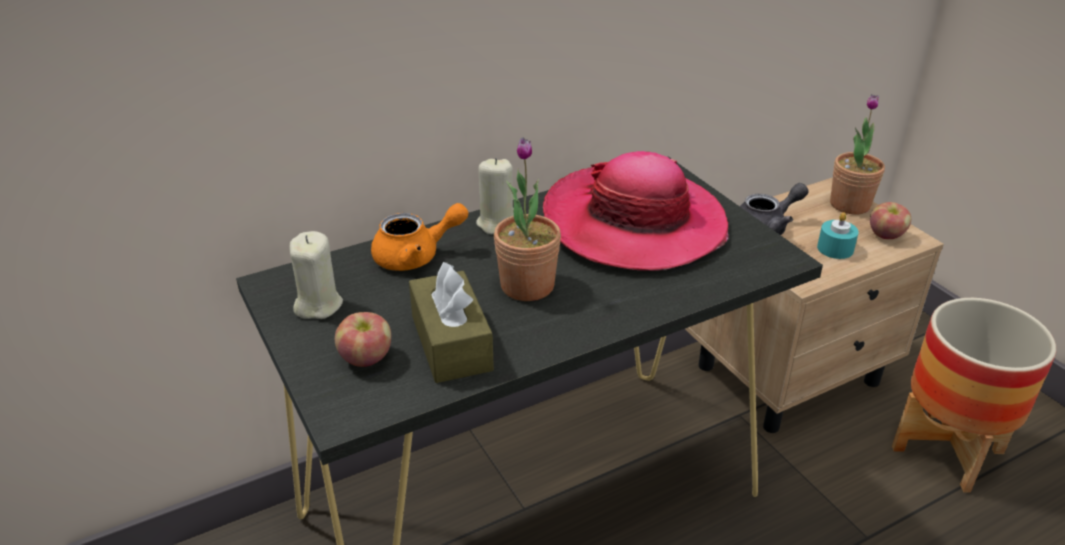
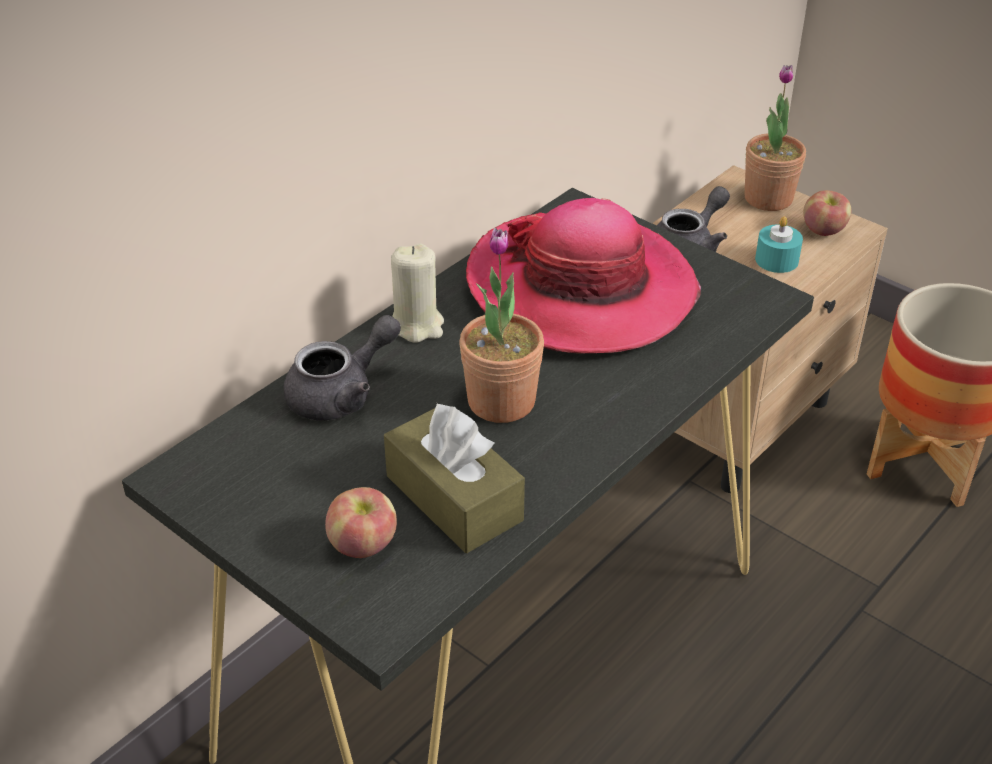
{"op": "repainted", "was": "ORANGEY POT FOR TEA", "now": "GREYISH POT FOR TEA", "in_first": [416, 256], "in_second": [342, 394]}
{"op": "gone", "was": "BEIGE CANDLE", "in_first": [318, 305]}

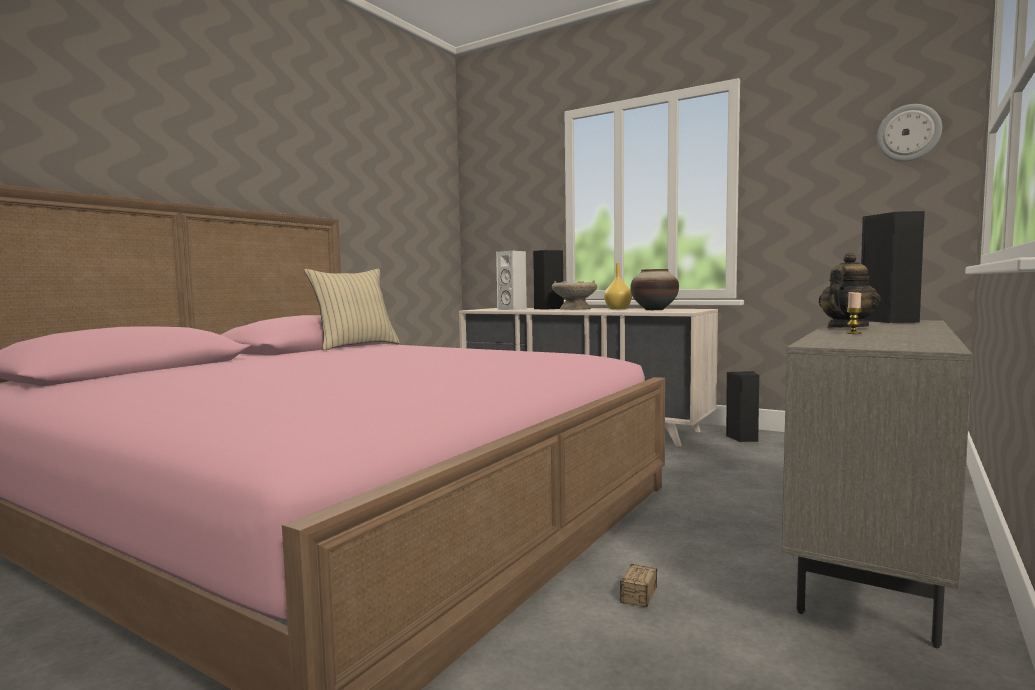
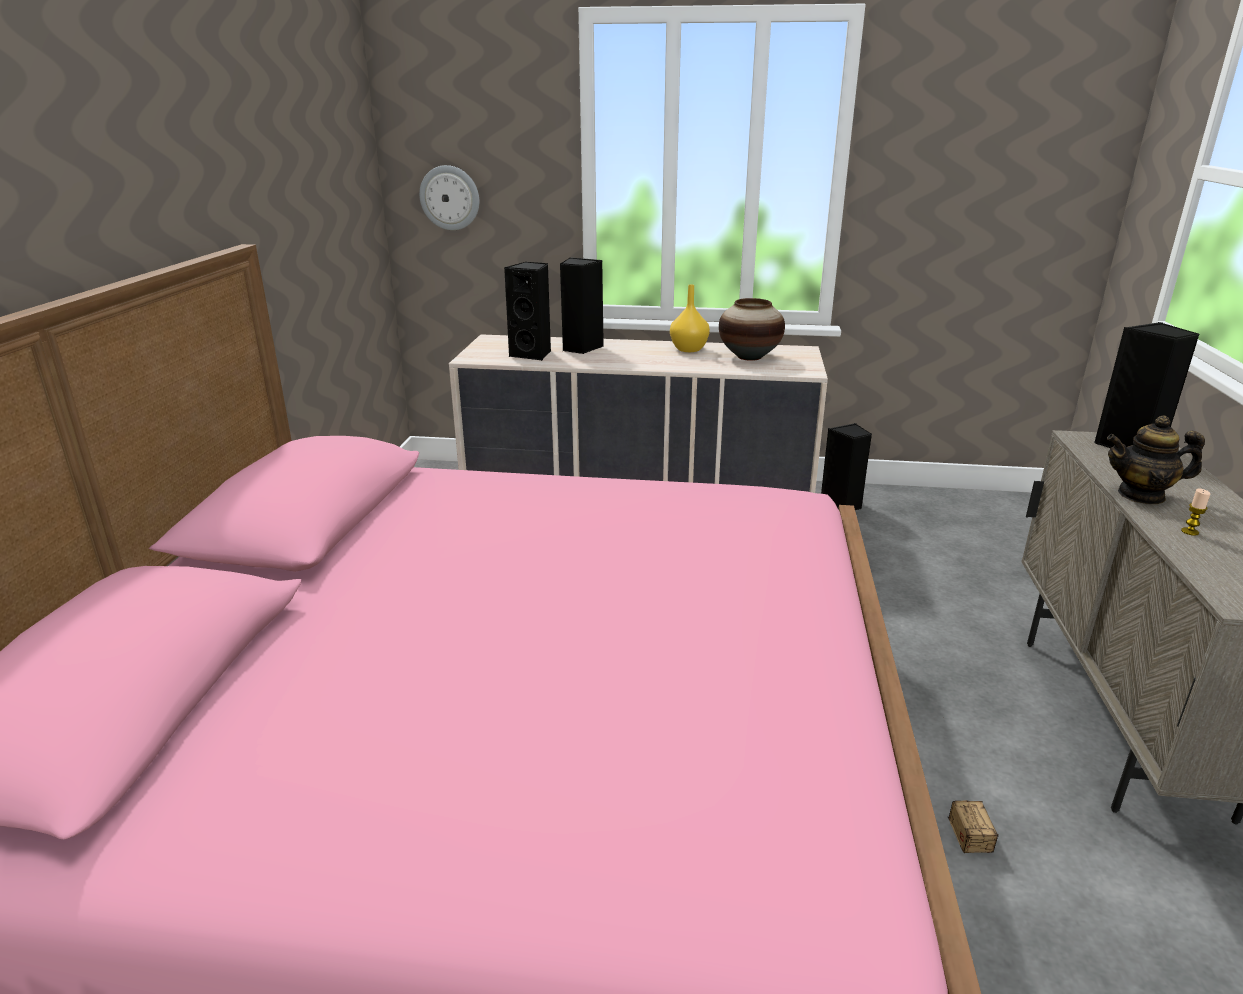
{"op": "shifted", "was": "WALL CLOCK", "in_first": [908, 133], "in_second": [450, 198]}
{"op": "repainted", "was": "WHITISH LOUDSPEAKER", "now": "BLACK-COLOURED LOUDSPEAKER", "in_first": [513, 309], "in_second": [533, 354]}
{"op": "rotated", "was": "POT FOR TEA", "in_first": [846, 328], "in_second": [1141, 495], "clockwise": -105}
{"op": "gone", "was": "BEIGE CUSHION", "in_first": [355, 346]}
{"op": "gone", "was": "BEIGE DEEP DISH", "in_first": [574, 309]}

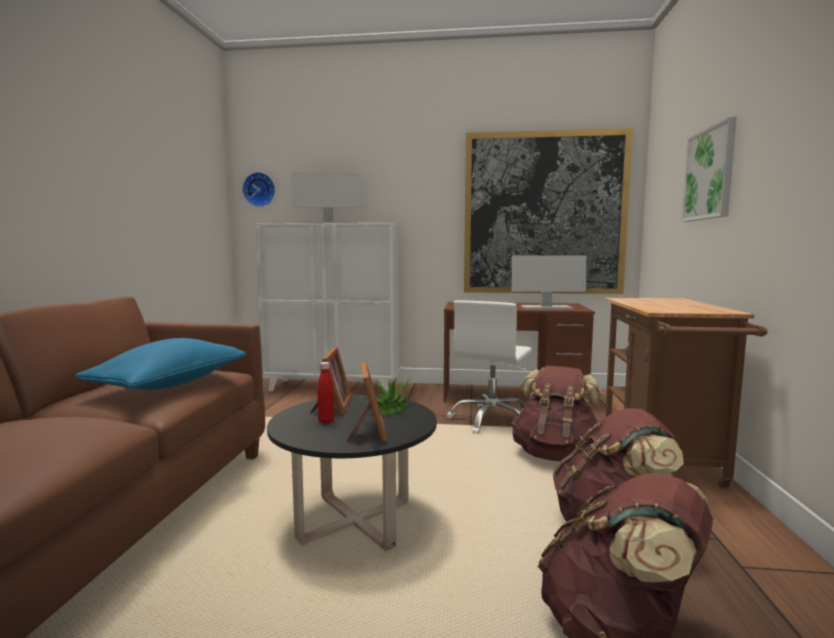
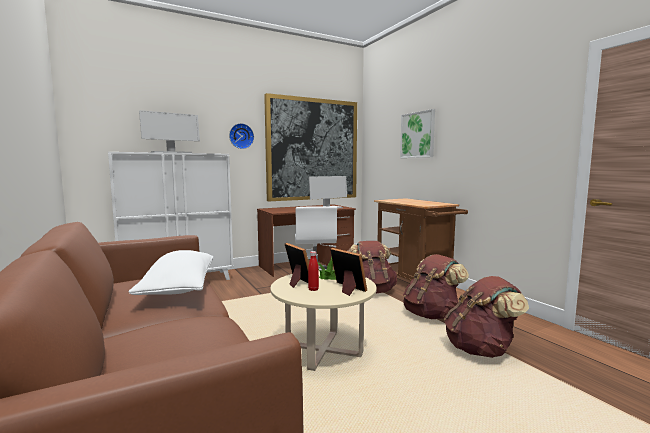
{"op": "repainted", "was": "BLUISH CUSHION", "now": "WHITISH CUSHION", "in_first": [170, 384], "in_second": [178, 288]}
{"op": "shifted", "was": "WALL CLOCK", "in_first": [260, 190], "in_second": [241, 136]}
{"op": "repainted", "was": "BLACK-COLOURED LOUNGE TABLE", "now": "BEIGE LOUNGE TABLE", "in_first": [355, 522], "in_second": [323, 350]}

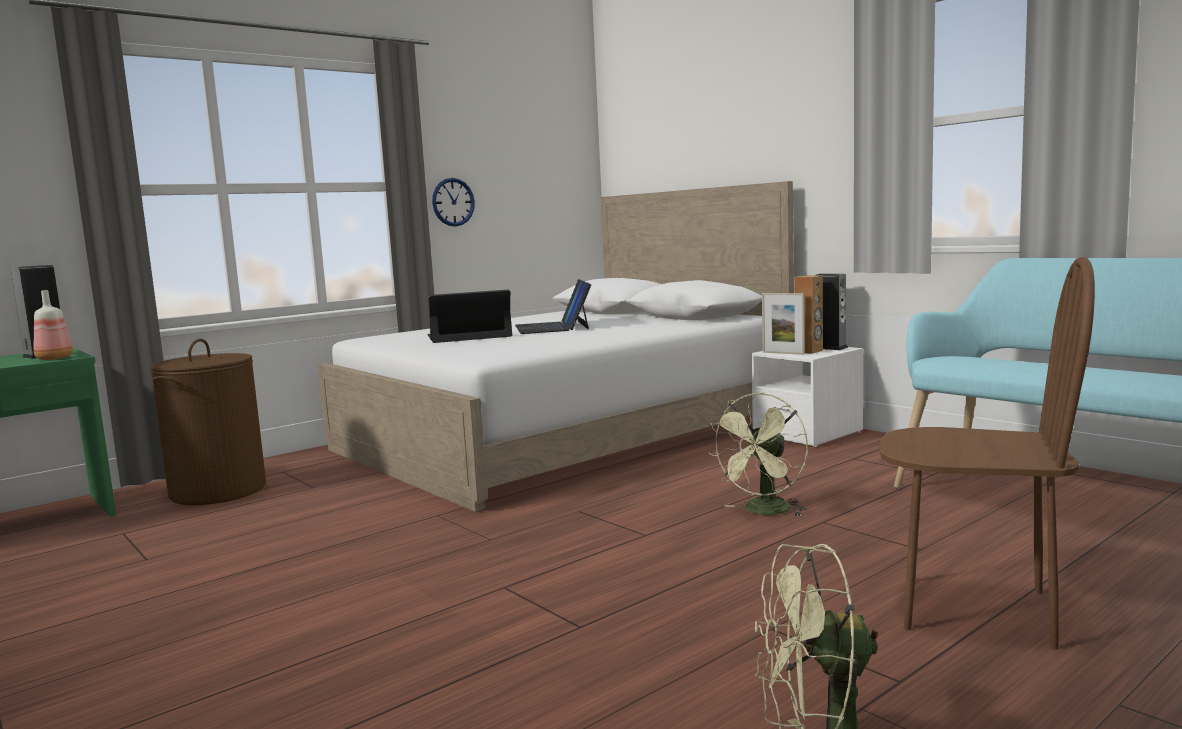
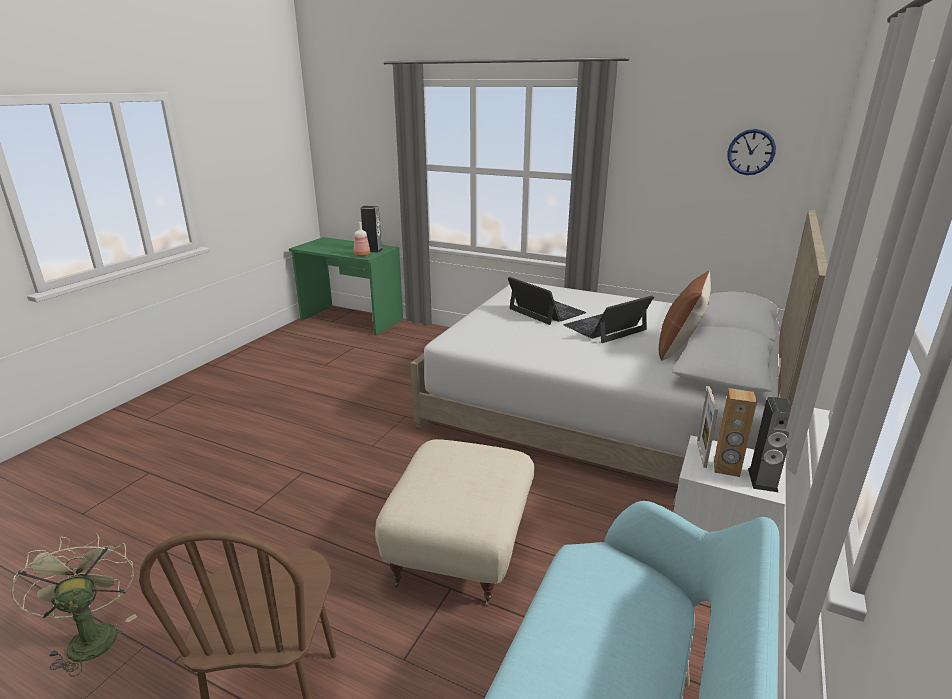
{"op": "swapped", "was": "GREEN-COLOURED FAN", "now": "BEIGE OTTOMAN", "in_first": [764, 512], "in_second": [462, 550]}
{"op": "new", "now": "BROWNISH CUSHION", "in_second": [679, 348]}
{"op": "shifted", "was": "WALL CLOCK", "in_first": [453, 202], "in_second": [751, 152]}
{"op": "gone", "was": "BROWNISH LAUNDRY BASKET", "in_first": [218, 491]}

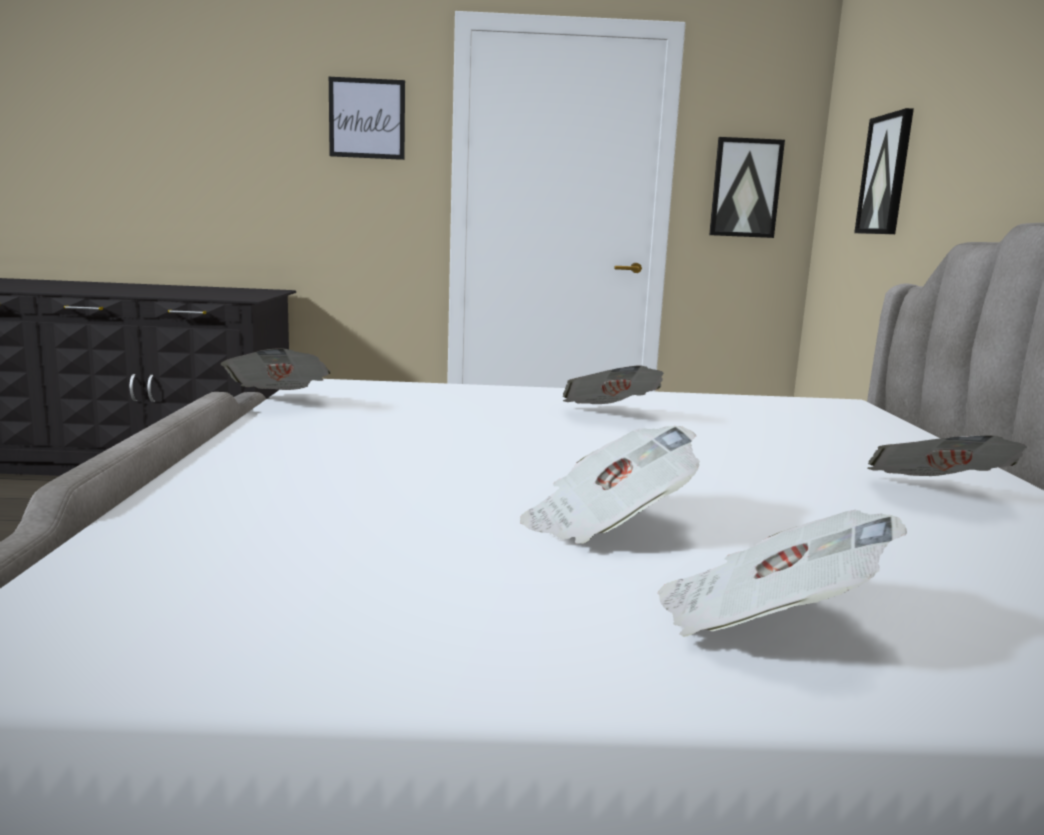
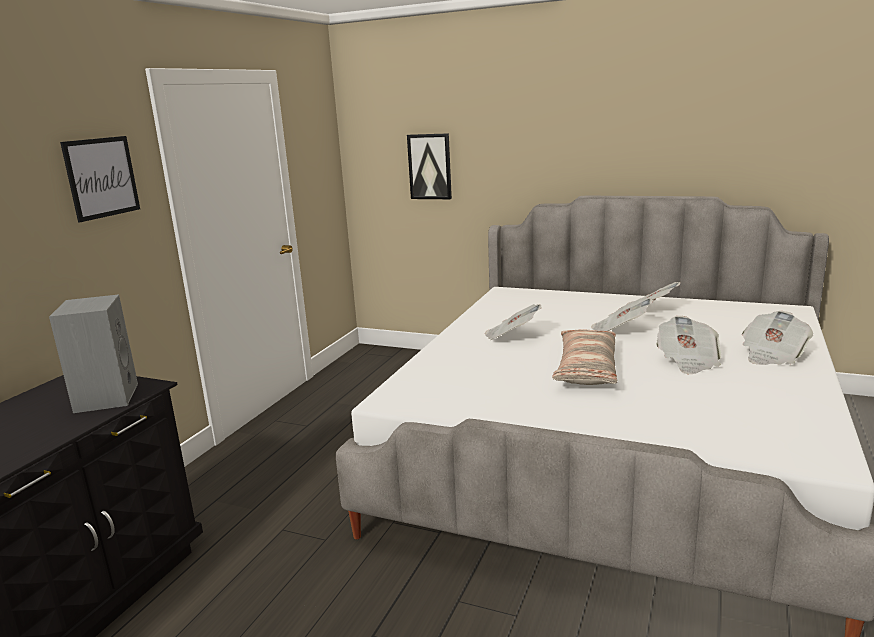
{"op": "new", "now": "GREYISH LOUDSPEAKER", "in_second": [105, 397]}
{"op": "new", "now": "CUSHION", "in_second": [586, 368]}
{"op": "shifted", "was": "NEWSPAPER", "in_first": [279, 400], "in_second": [619, 330]}
{"op": "gone", "was": "WALL PICTURE", "in_first": [745, 188]}

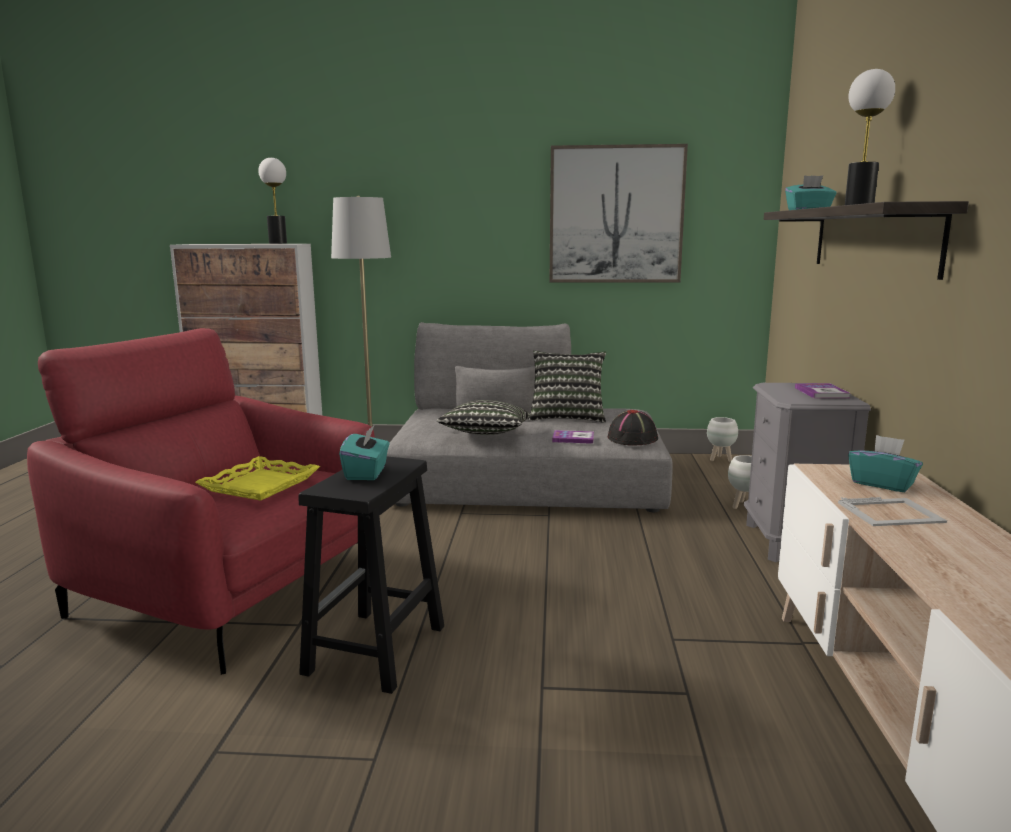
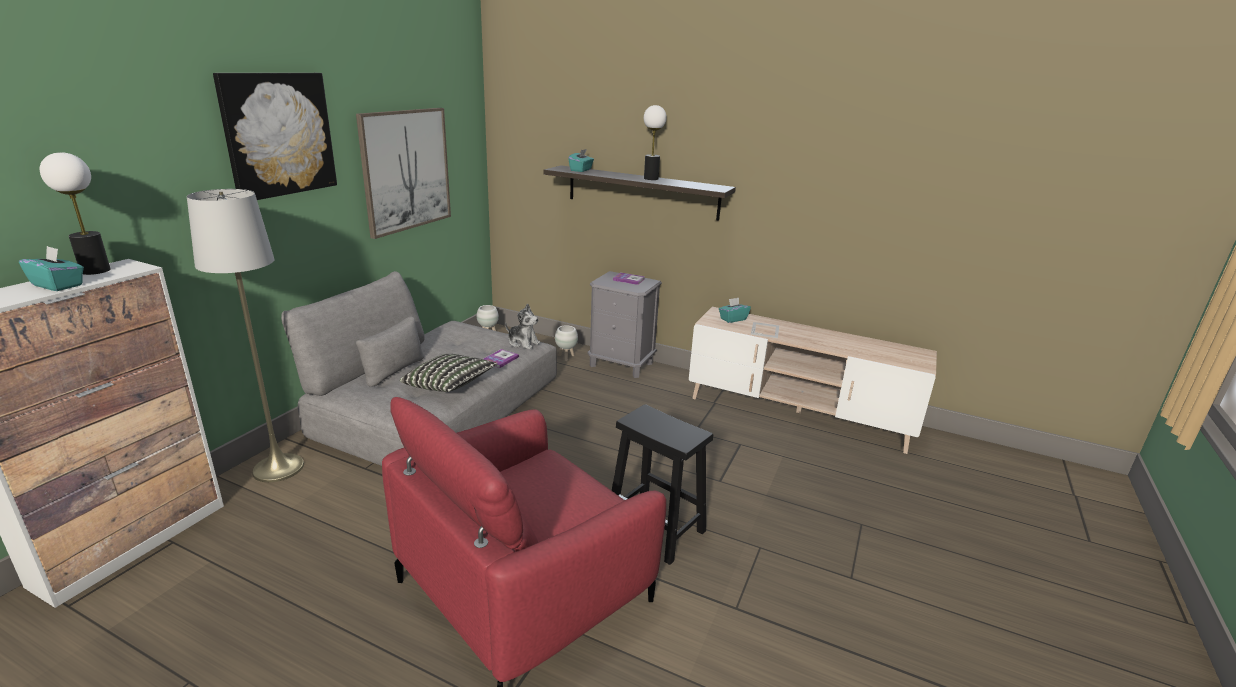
{"op": "shifted", "was": "TURQUOISE TISSUE BOX", "in_first": [367, 473], "in_second": [58, 285]}
{"op": "new", "now": "WALL PICTURE", "in_second": [278, 134]}
{"op": "swapped", "was": "BLACK-COLOURED WEARABLE HAT", "now": "PLUSH TOY", "in_first": [633, 438], "in_second": [523, 343]}
{"op": "gone", "was": "YELLOWISH SERVING TRAY", "in_first": [261, 485]}
{"op": "gone", "was": "CUSHION", "in_first": [567, 417]}

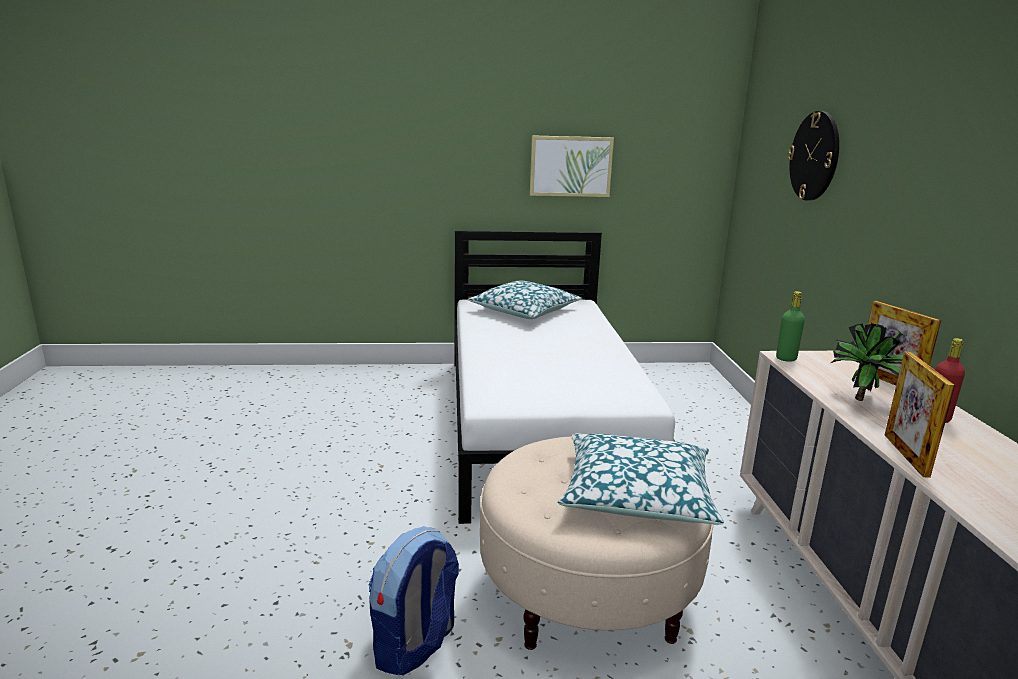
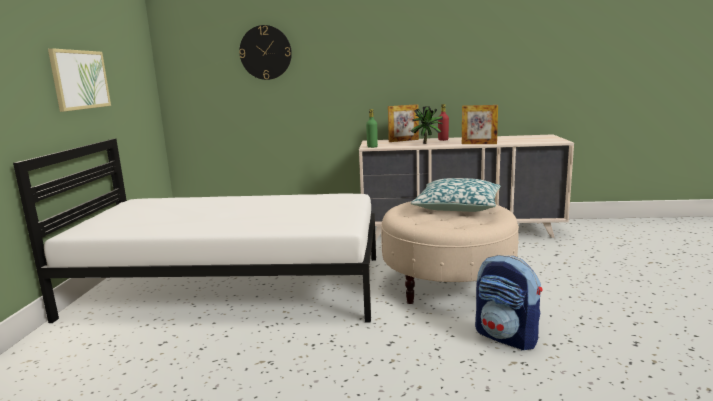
{"op": "gone", "was": "CUSHION", "in_first": [524, 311]}

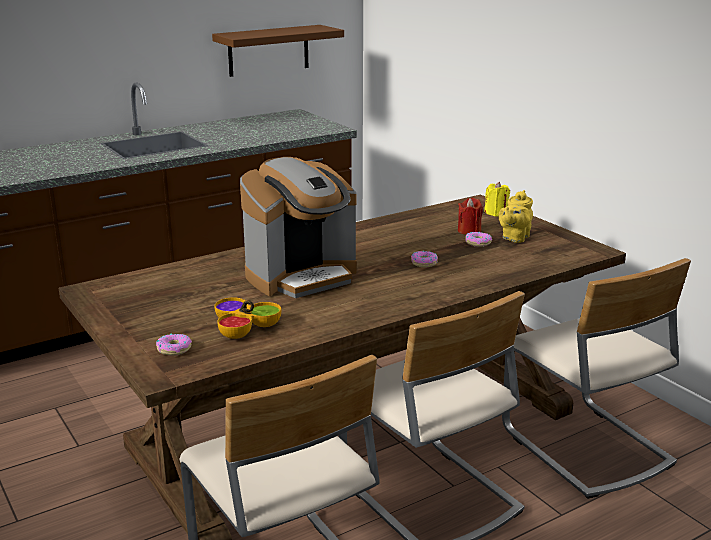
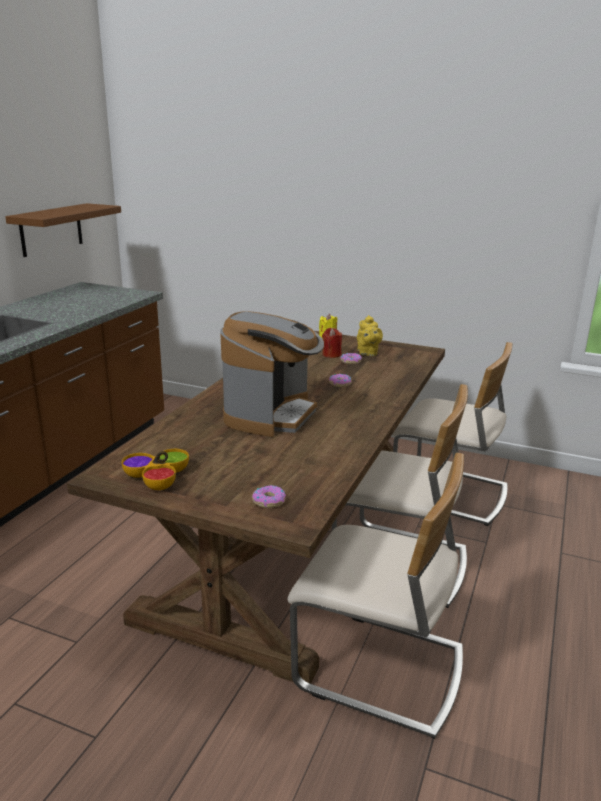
{"op": "shifted", "was": "DEEP DISH", "in_first": [244, 326], "in_second": [157, 477]}

